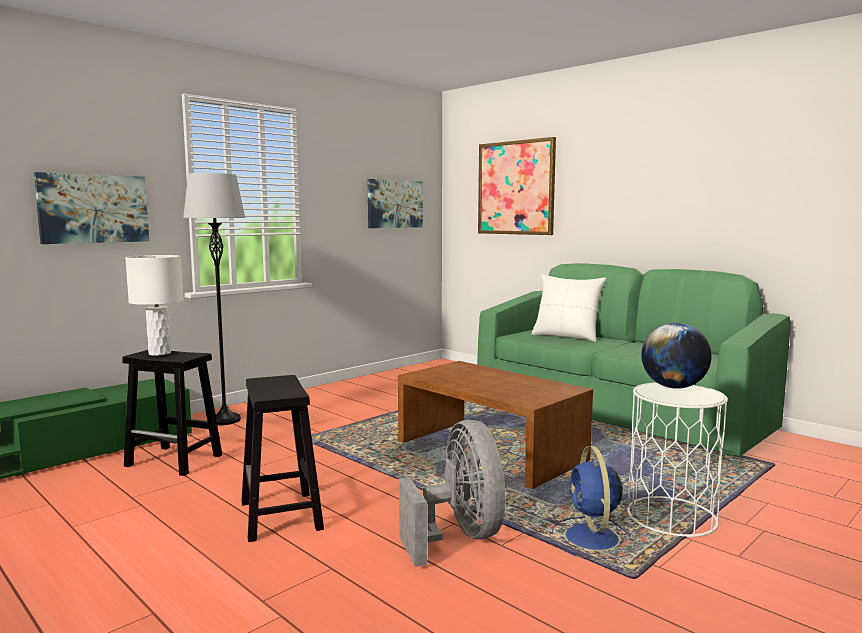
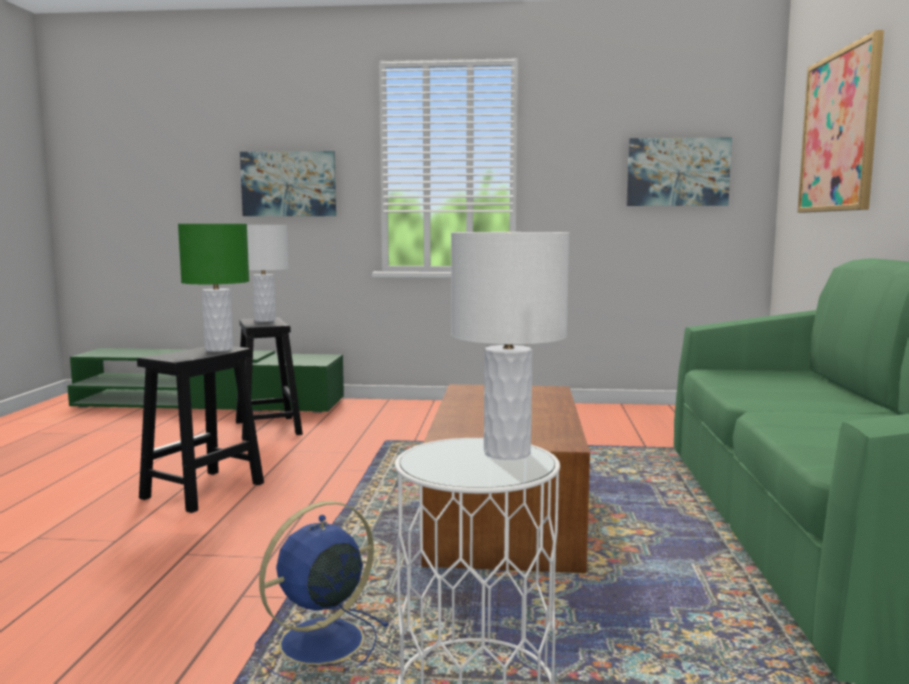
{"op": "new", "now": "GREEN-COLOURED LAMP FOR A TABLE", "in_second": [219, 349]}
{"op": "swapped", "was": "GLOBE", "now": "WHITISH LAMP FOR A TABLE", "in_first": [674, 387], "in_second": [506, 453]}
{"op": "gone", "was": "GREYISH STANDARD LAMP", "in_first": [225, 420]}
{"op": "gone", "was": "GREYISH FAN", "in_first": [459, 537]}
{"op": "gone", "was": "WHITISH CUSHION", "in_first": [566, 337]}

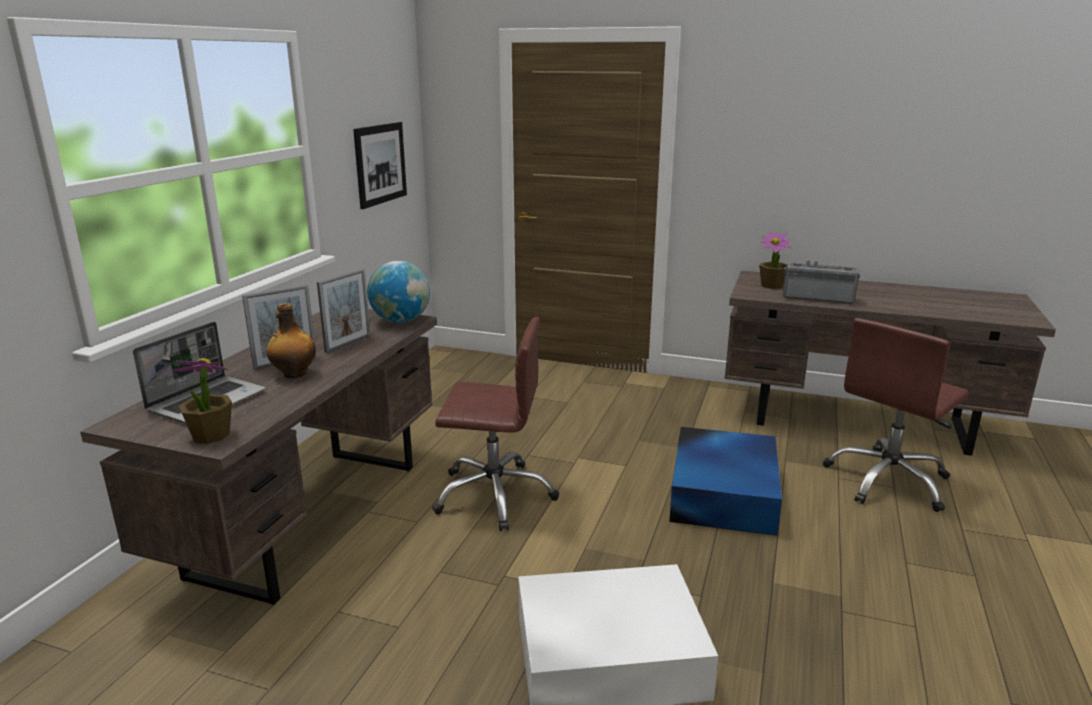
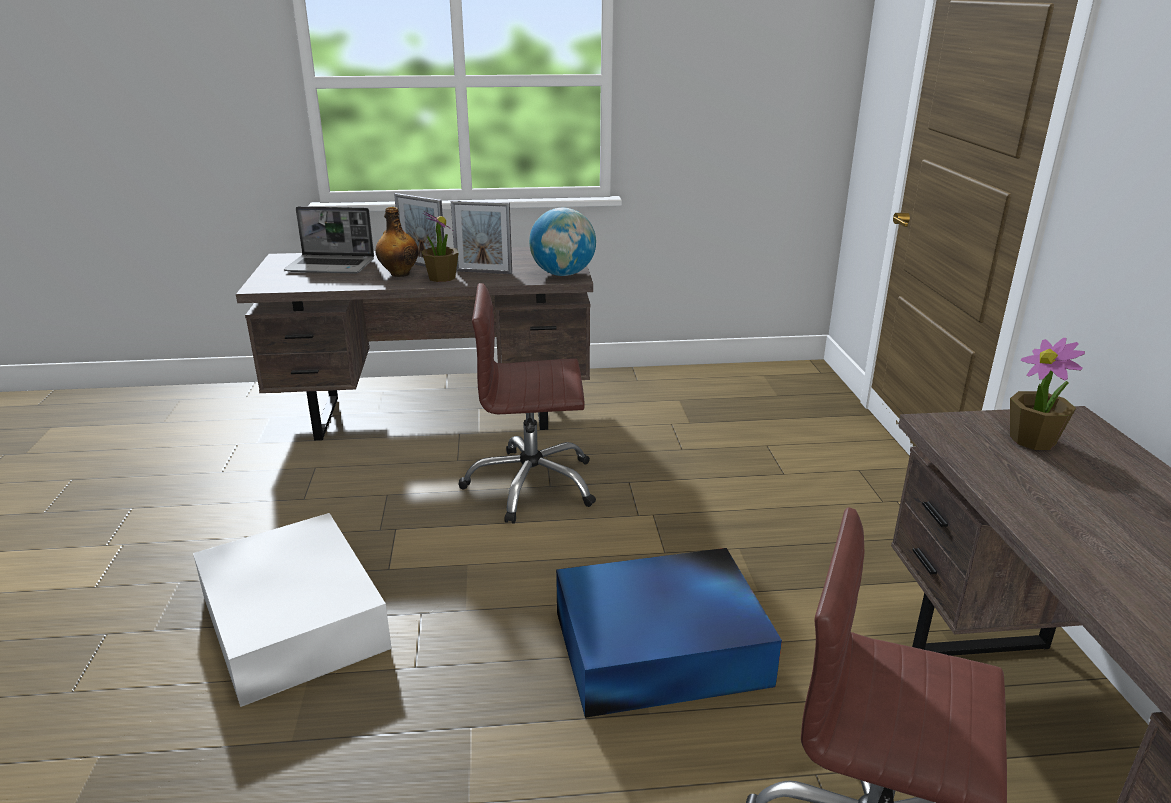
{"op": "shifted", "was": "PLANT IN A POT", "in_first": [210, 435], "in_second": [441, 277]}
{"op": "rotated", "was": "BROWNISH COMPUTER CHAIR", "in_first": [494, 495], "in_second": [531, 485], "clockwise": 105}
{"op": "gone", "was": "WALL PICTURE", "in_first": [380, 164]}
{"op": "gone", "was": "RADIO SET", "in_first": [818, 298]}

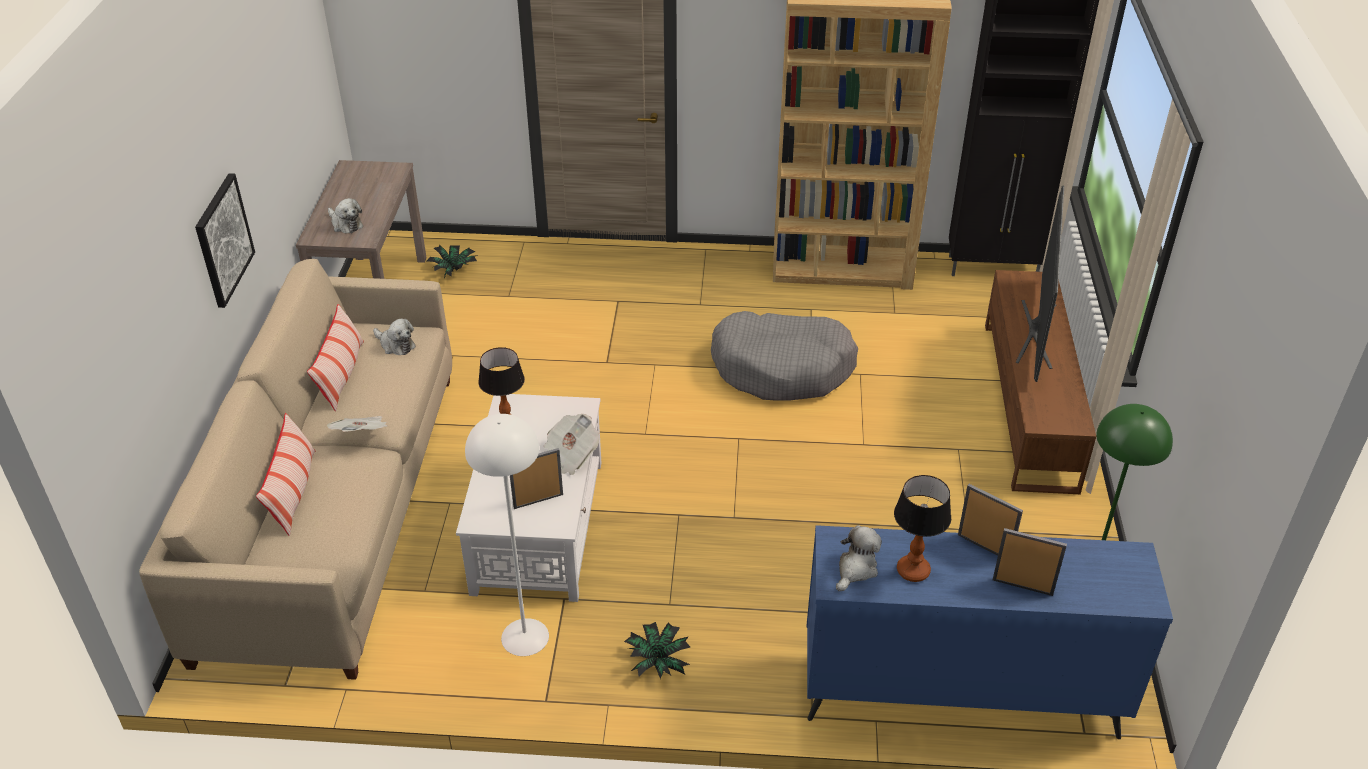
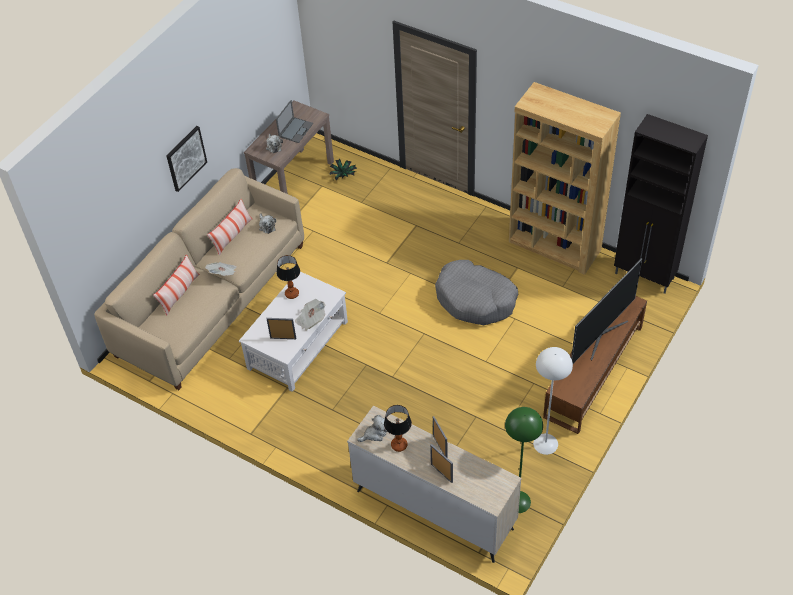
{"op": "new", "now": "PORTABLE COMPUTER", "in_second": [296, 130]}
{"op": "repainted", "was": "BLUISH CHEST OF DRAWERS", "now": "BEIGE CHEST OF DRAWERS", "in_first": [958, 694], "in_second": [434, 509]}
{"op": "shifted", "was": "WHITISH STANDARD LAMP", "in_first": [525, 636], "in_second": [546, 443]}
{"op": "gone", "was": "PLANT IN A POT", "in_first": [658, 661]}

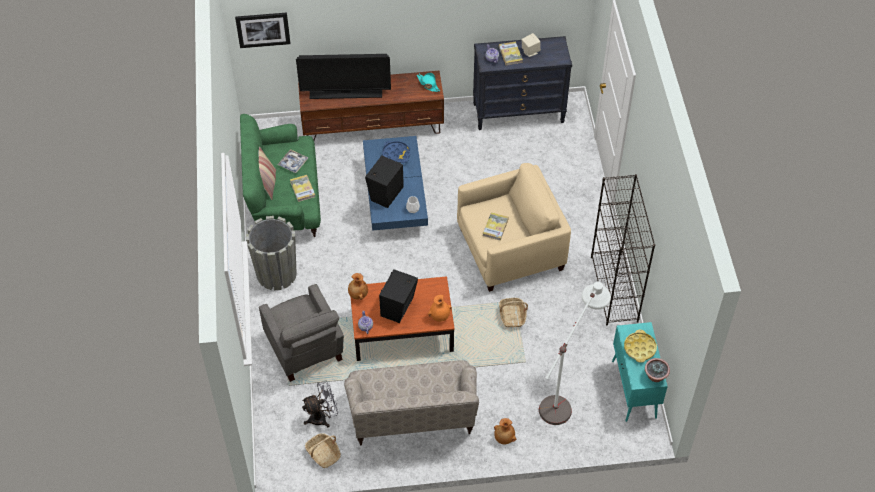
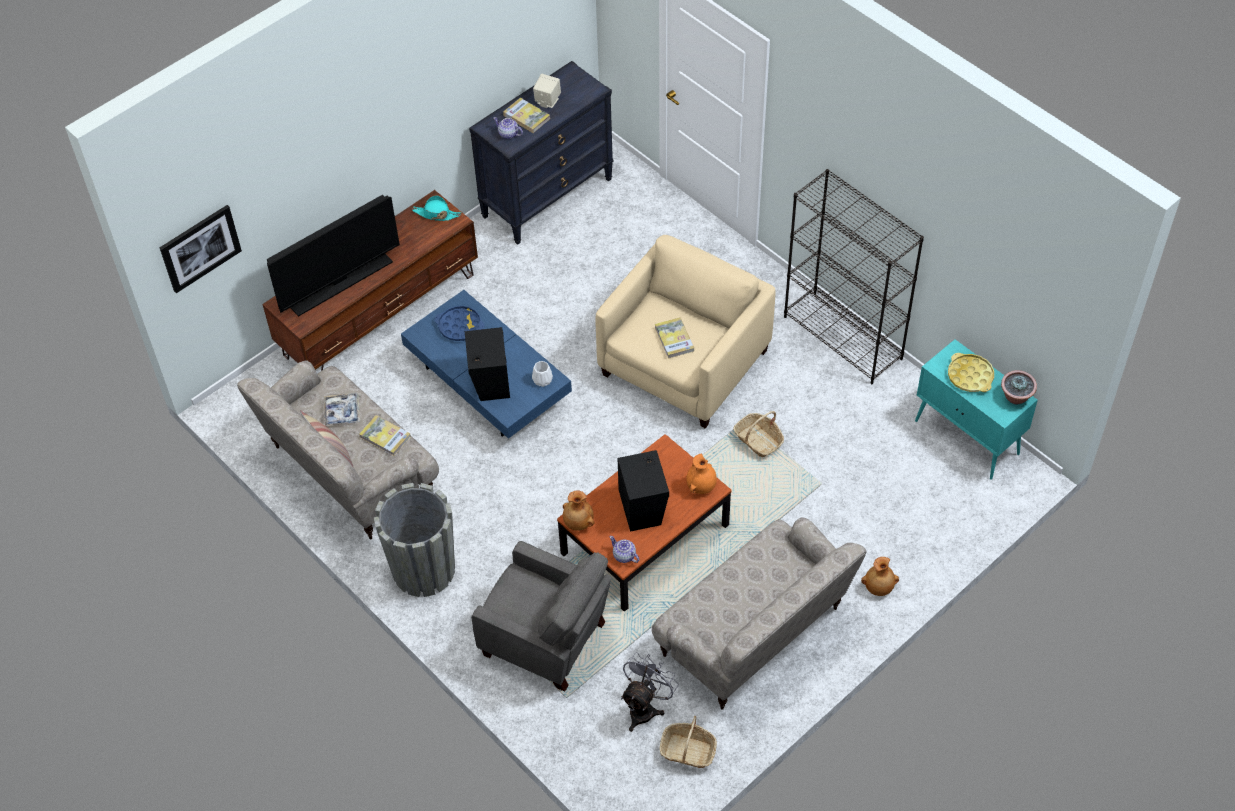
{"op": "repainted", "was": "GREEN-COLOURED SOFA", "now": "BEIGE SOFA", "in_first": [285, 201], "in_second": [350, 473]}
{"op": "gone", "was": "WHITISH STANDARD LAMP", "in_first": [567, 393]}

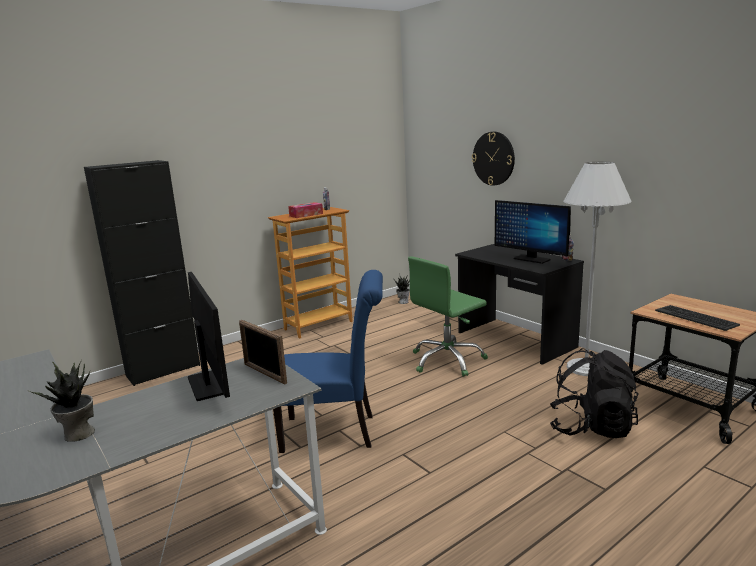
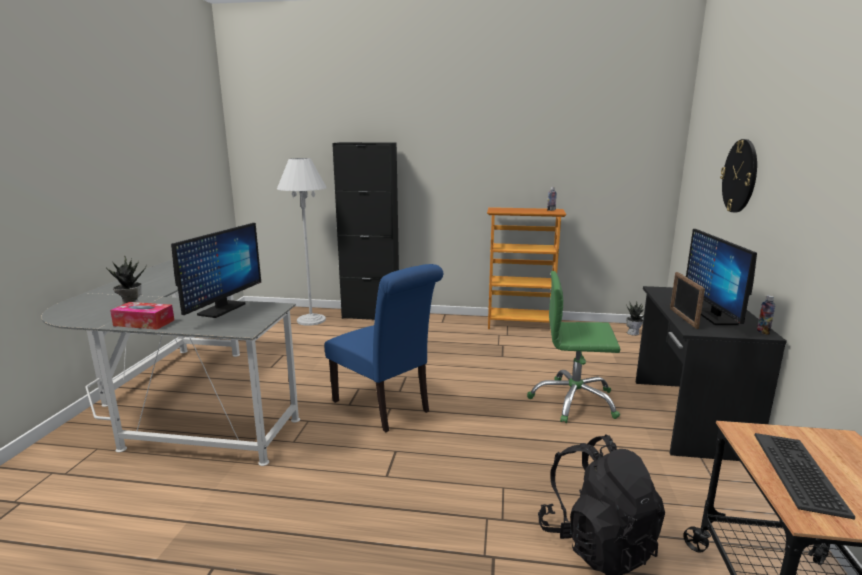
{"op": "shifted", "was": "TISSUE BOX", "in_first": [306, 215], "in_second": [144, 323]}
{"op": "shifted", "was": "WHITISH STANDARD LAMP", "in_first": [585, 368], "in_second": [311, 320]}
{"op": "shifted", "was": "PICTURE FRAME", "in_first": [264, 374], "in_second": [683, 318]}

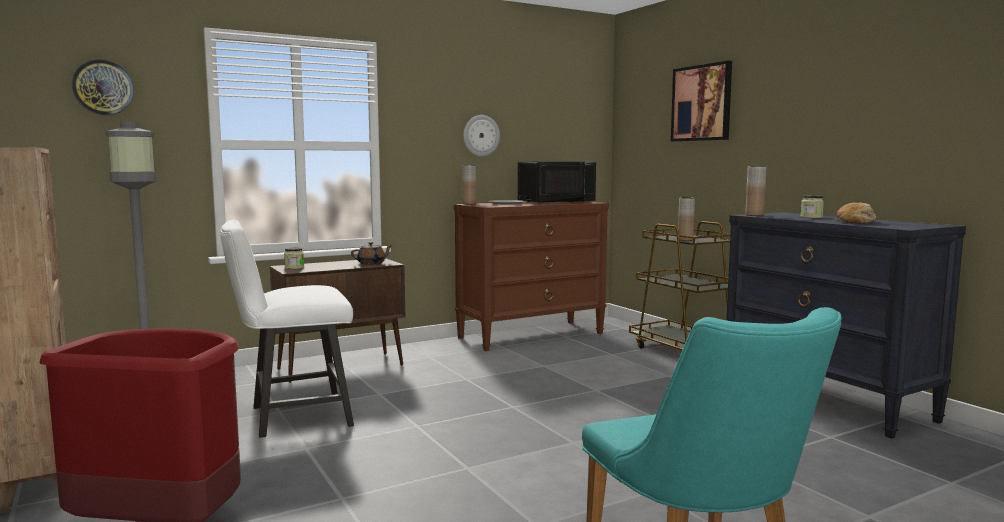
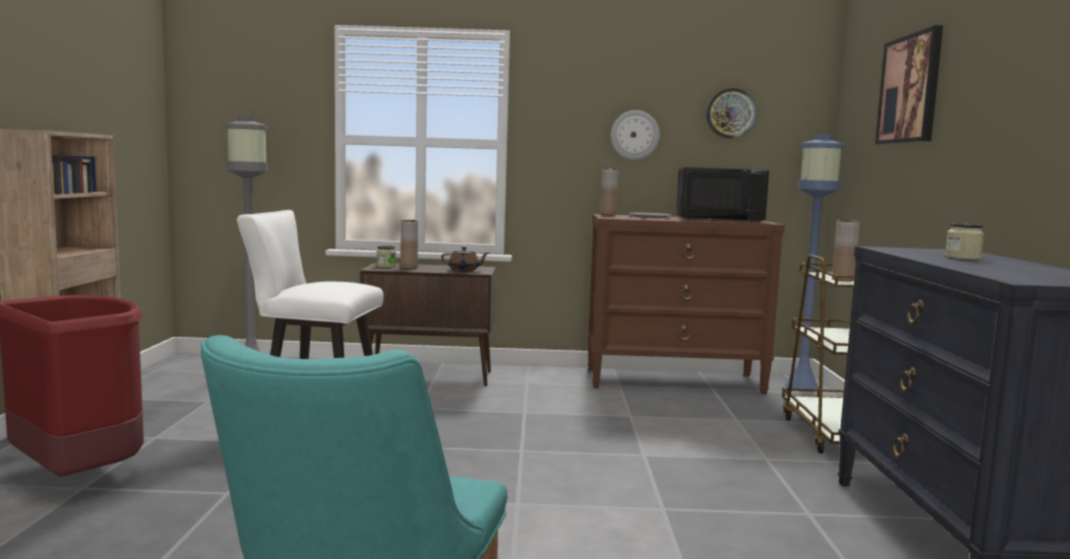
{"op": "shifted", "was": "BROWNISH DECORATIVE VASE", "in_first": [754, 215], "in_second": [409, 268]}
{"op": "shifted", "was": "WALL CLOCK", "in_first": [103, 87], "in_second": [730, 113]}
{"op": "new", "now": "BLUISH STANDARD LAMP", "in_second": [802, 387]}
{"op": "gone", "was": "BAKED BREAD", "in_first": [856, 222]}

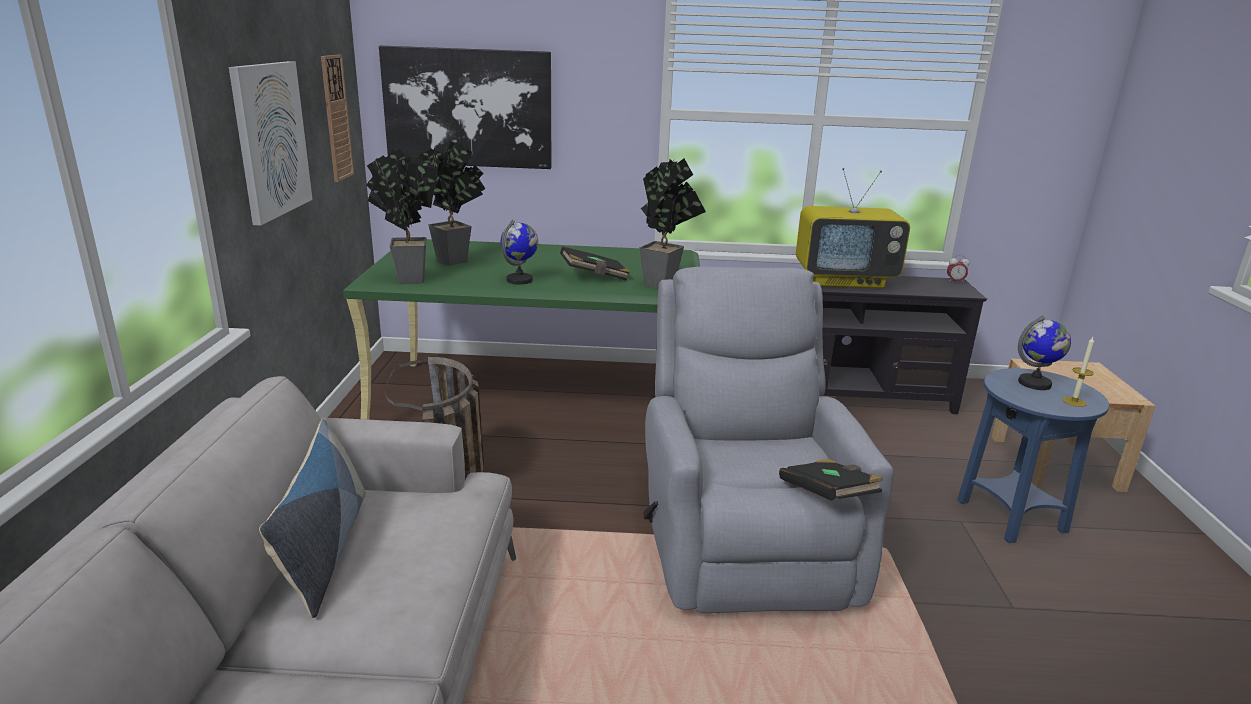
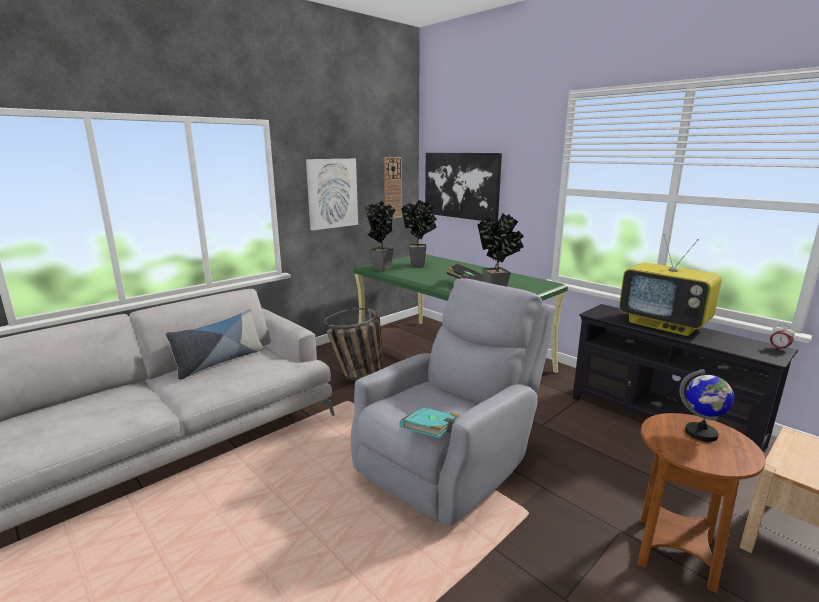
{"op": "repainted", "was": "BLACK-COLOURED BOUND BOOK", "now": "TURQUOISE BOUND BOOK", "in_first": [828, 496], "in_second": [431, 433]}
{"op": "repainted", "was": "BLUISH SIDE TABLE", "now": "BROWNISH SIDE TABLE", "in_first": [1011, 517], "in_second": [675, 553]}
{"op": "gone", "was": "GLOBE", "in_first": [520, 280]}
{"op": "gone", "was": "CANDLE", "in_first": [1074, 401]}

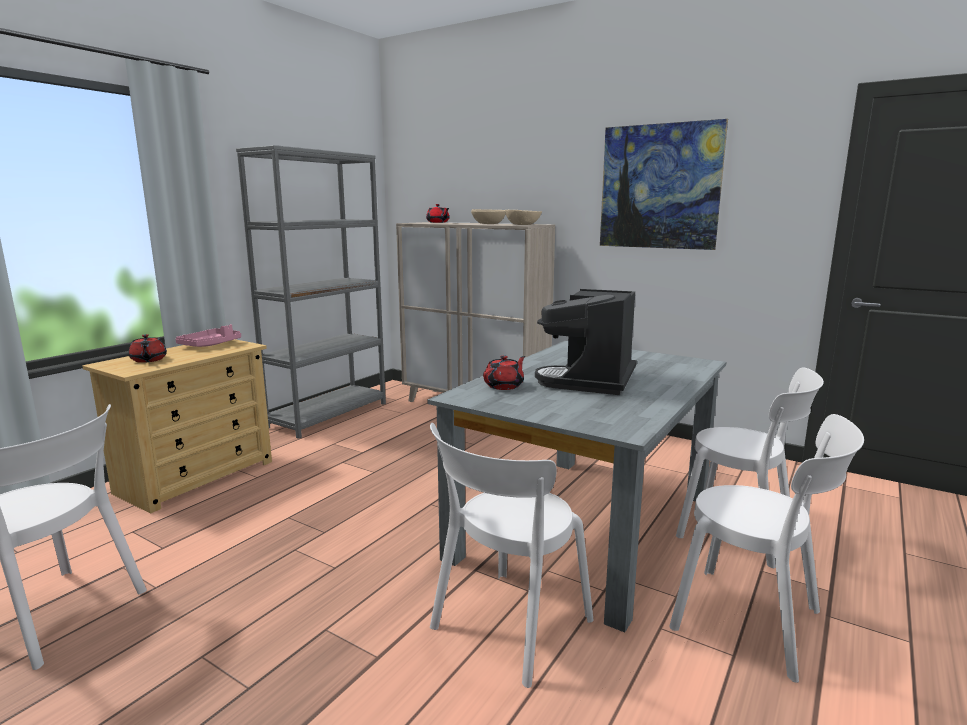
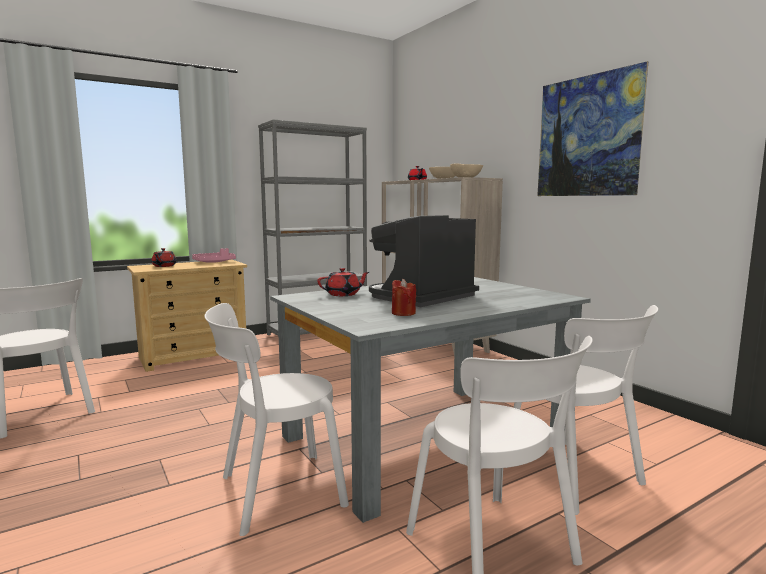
{"op": "new", "now": "RED CANDLE", "in_second": [403, 313]}

